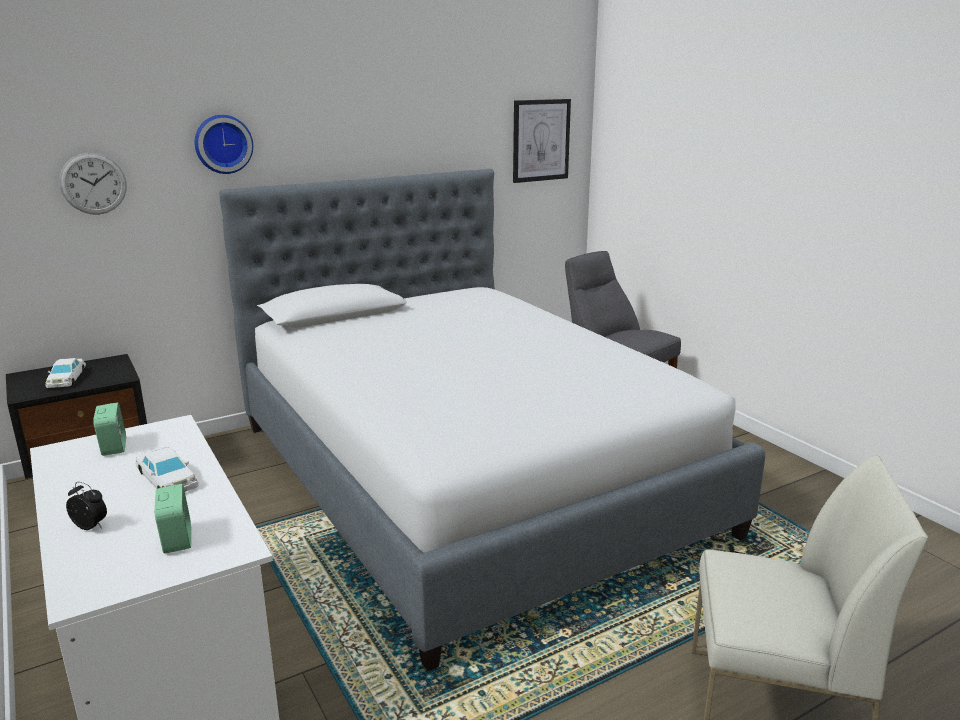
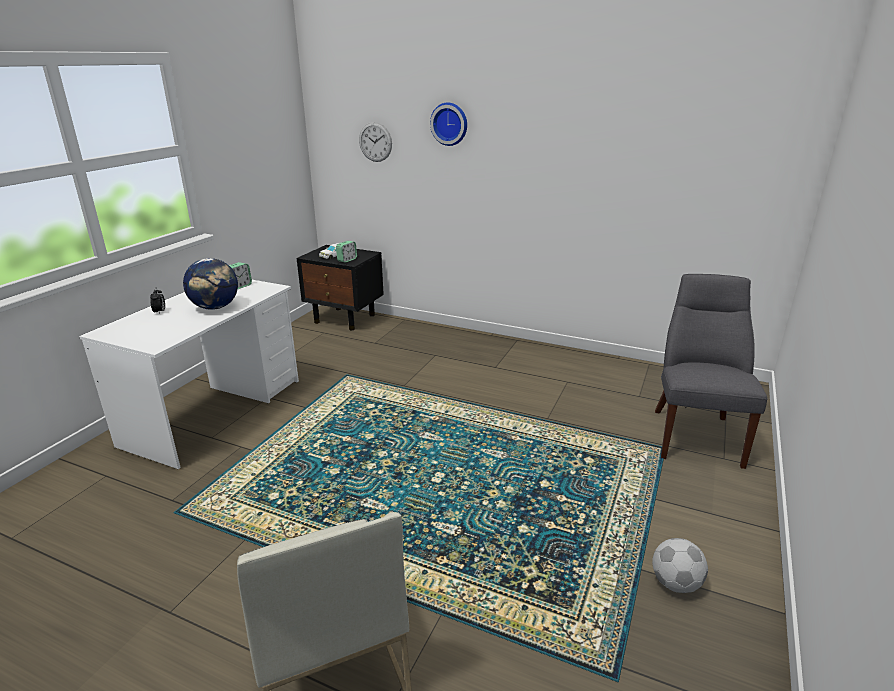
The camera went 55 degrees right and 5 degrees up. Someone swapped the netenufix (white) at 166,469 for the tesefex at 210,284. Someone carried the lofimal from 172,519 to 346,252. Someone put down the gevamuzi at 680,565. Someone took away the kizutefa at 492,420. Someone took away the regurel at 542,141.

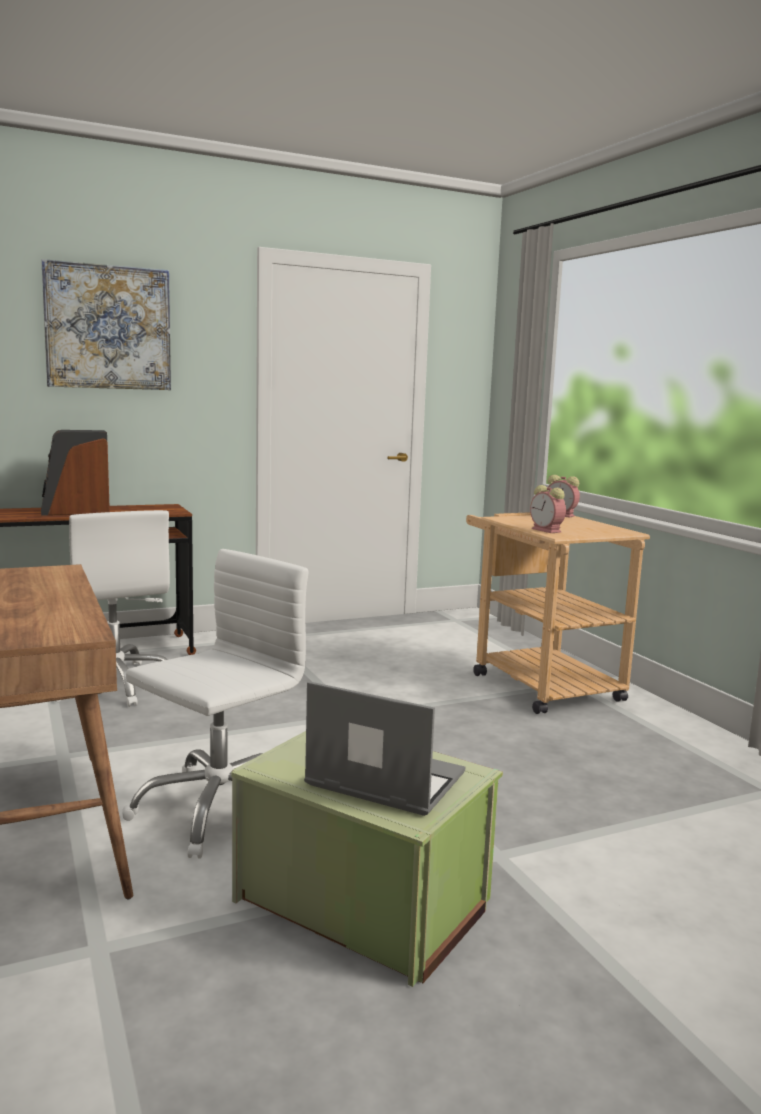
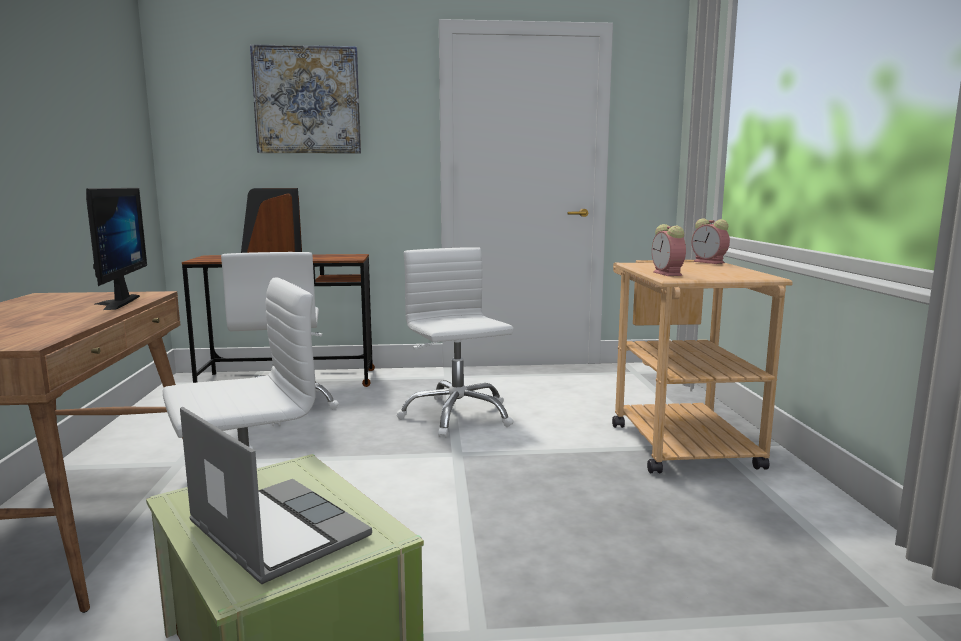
The camera went 20 degrees right and 0 degrees up. Someone put down the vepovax at 116,249. Someone put down the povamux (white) at 455,342.

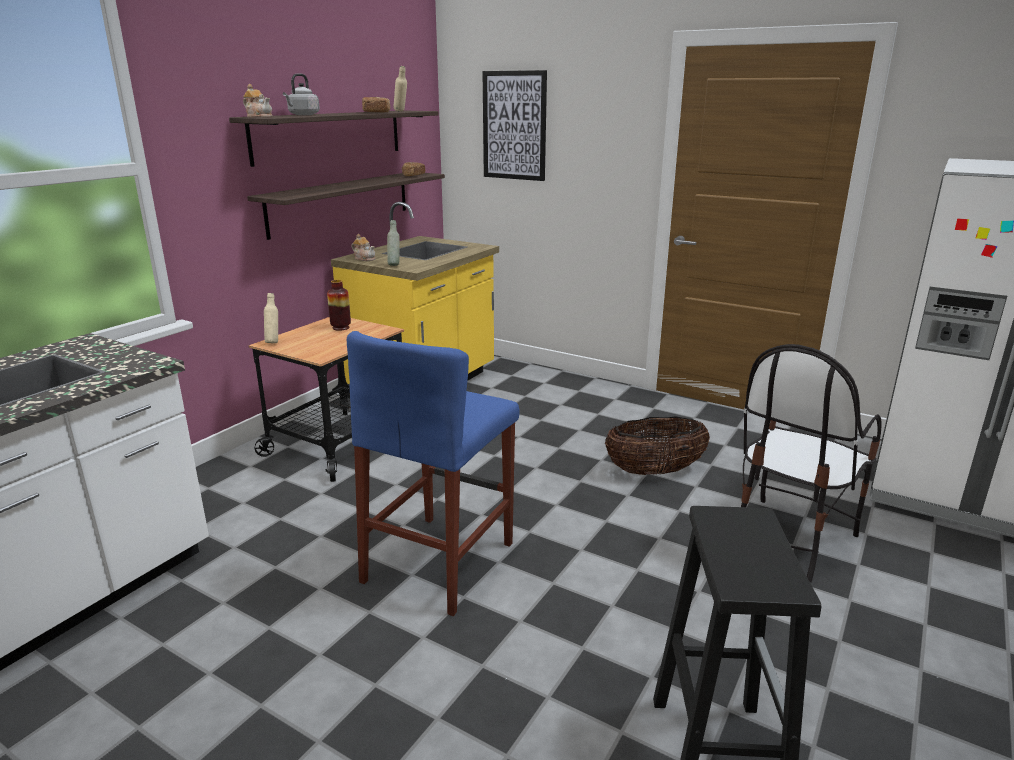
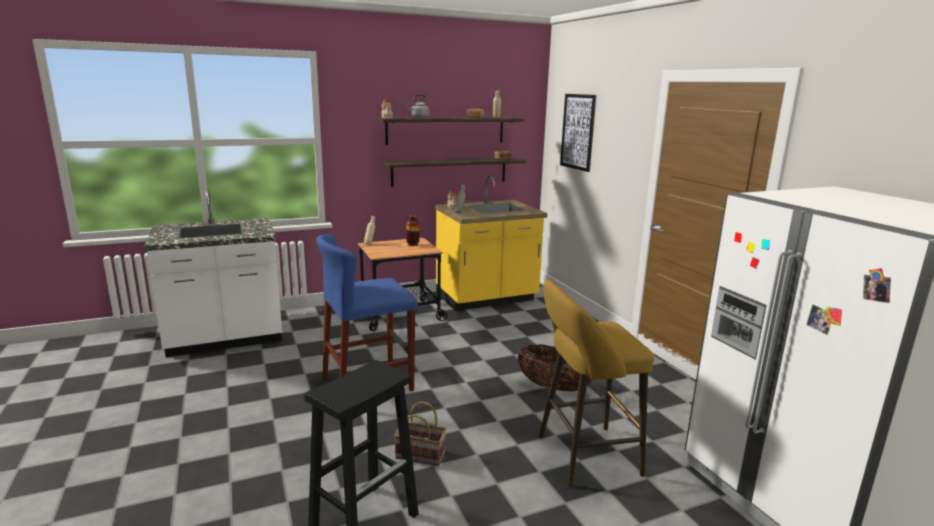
The camera went 35 degrees right and 5 degrees down. Someone put down the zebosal at 420,433. Someone swapped the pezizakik at 811,463 for the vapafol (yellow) at 596,383.

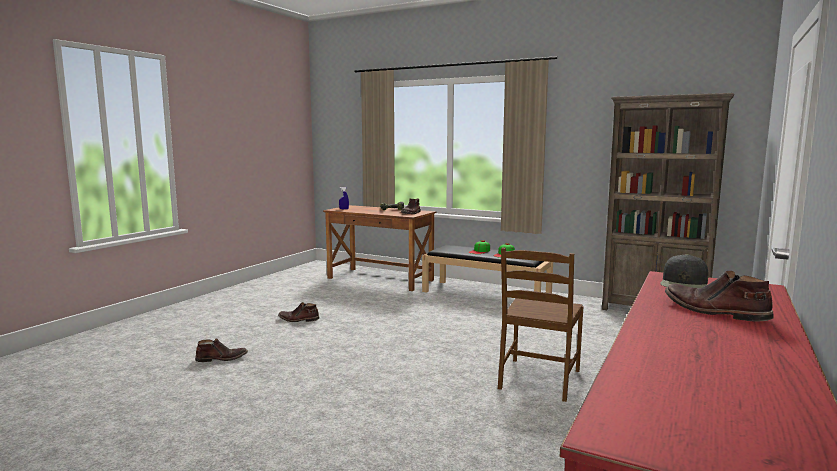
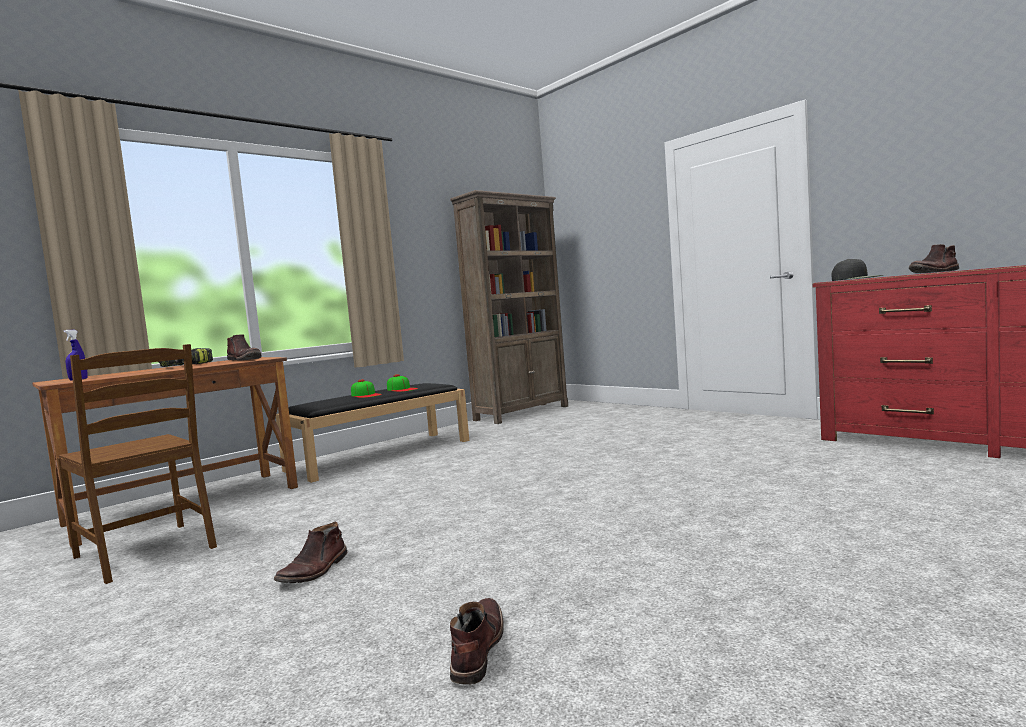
The camera went 70 degrees left and 5 degrees down. Someone carried the pezizakik (brown) from 540,325 to 137,464.

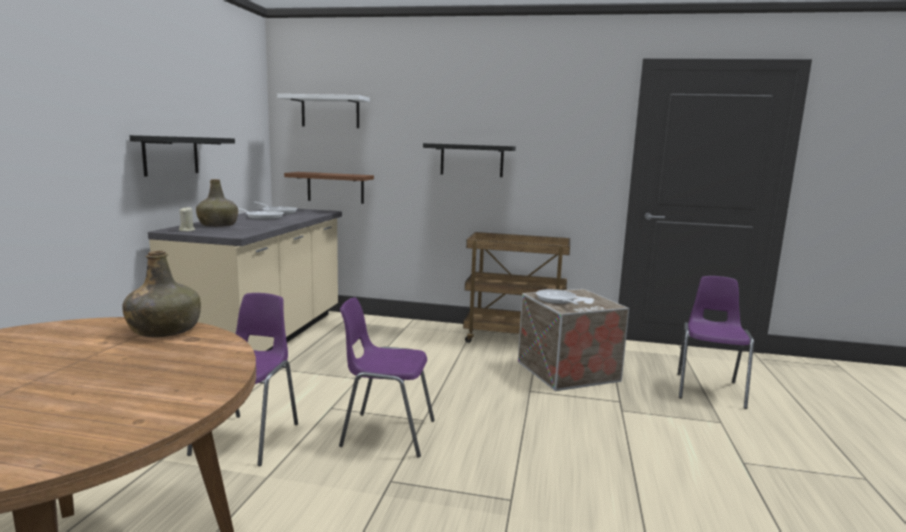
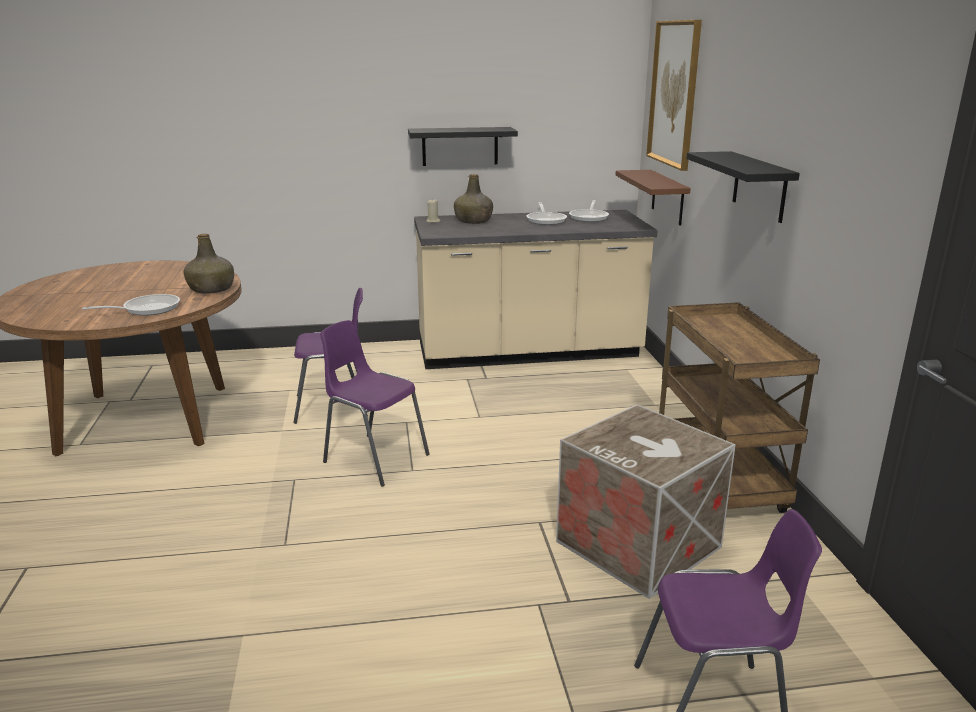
The camera went 70 degrees right and 10 degrees up. Someone carried the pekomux from 557,297 to 131,305. Someone rotated the pezizakik (purple) at 387,377 by 45 degrees counterclockwise. Someone swapped the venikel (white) at 323,111 for the regurel at 674,95.

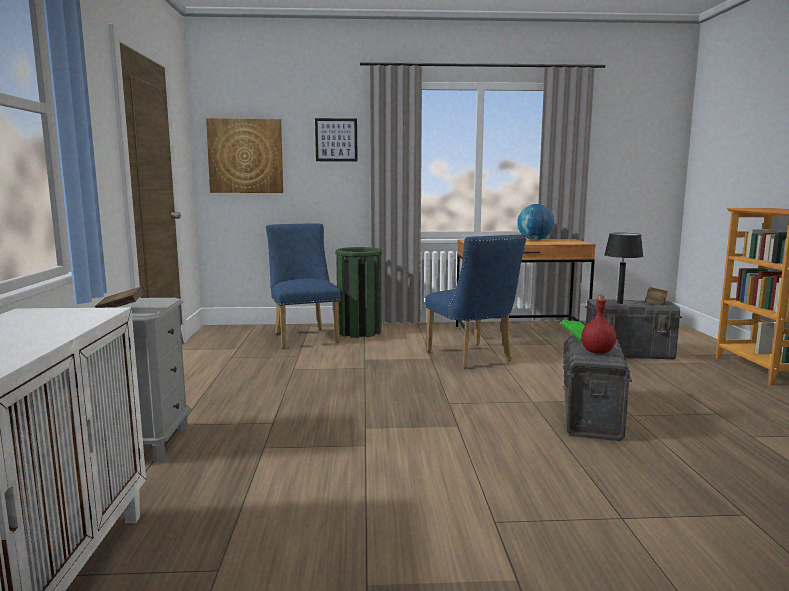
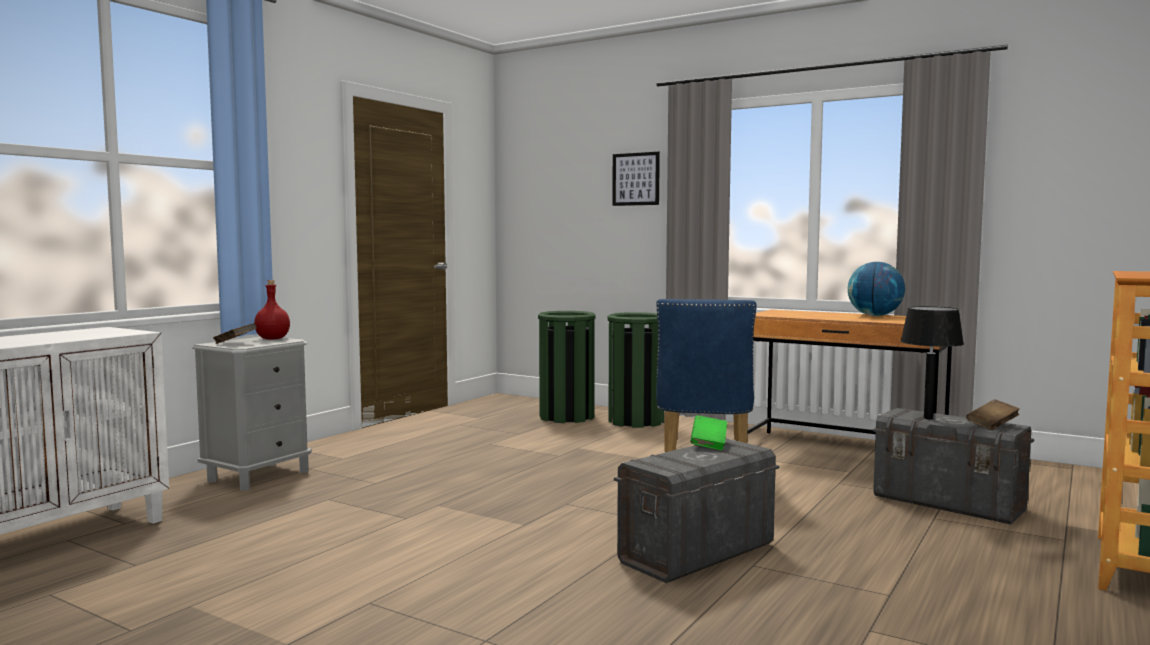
The camera went 35 degrees right and 5 degrees down. Someone carried the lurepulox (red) from 599,324 to 272,310. Someone swapped the pezizakik (blue) at 303,285 for the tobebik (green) at 567,367. Someone took away the regurel at 244,155.

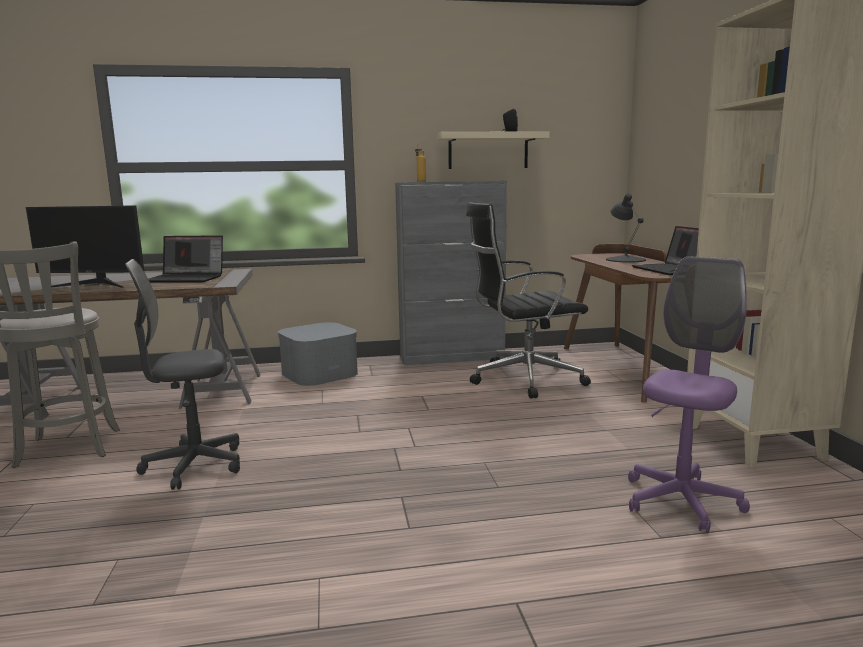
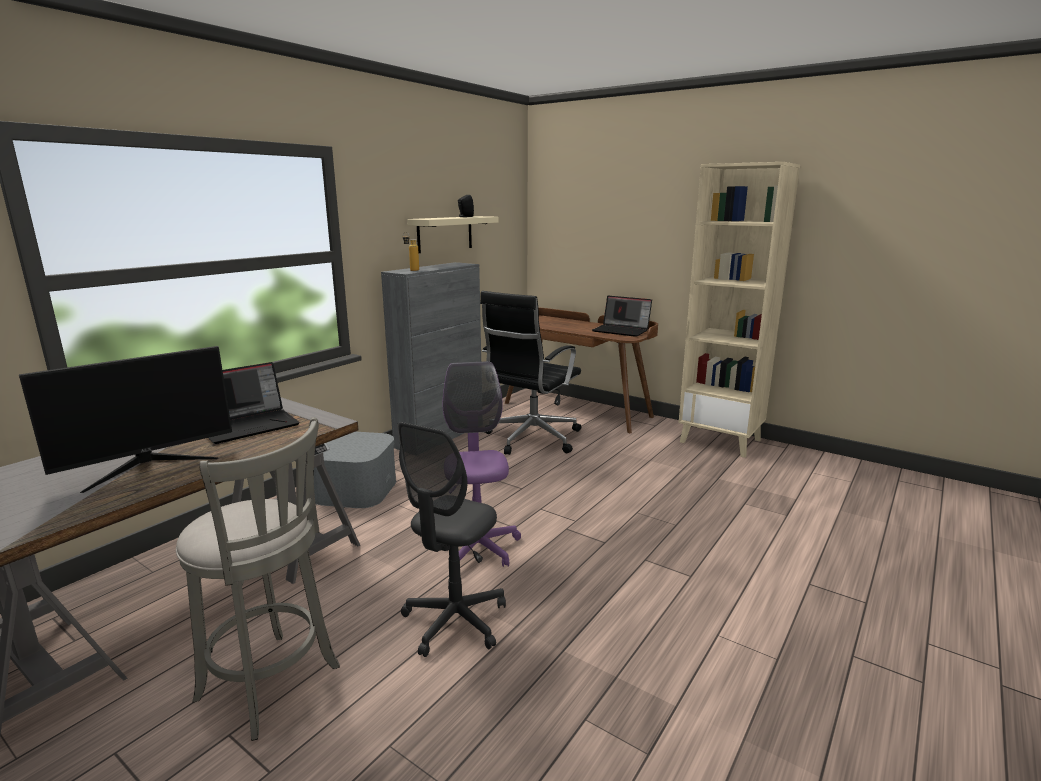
The camera went 45 degrees left and 5 degrees up. Someone carried the povamux (purple) from 689,394 to 482,464. Someone took away the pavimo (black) at 626,228.

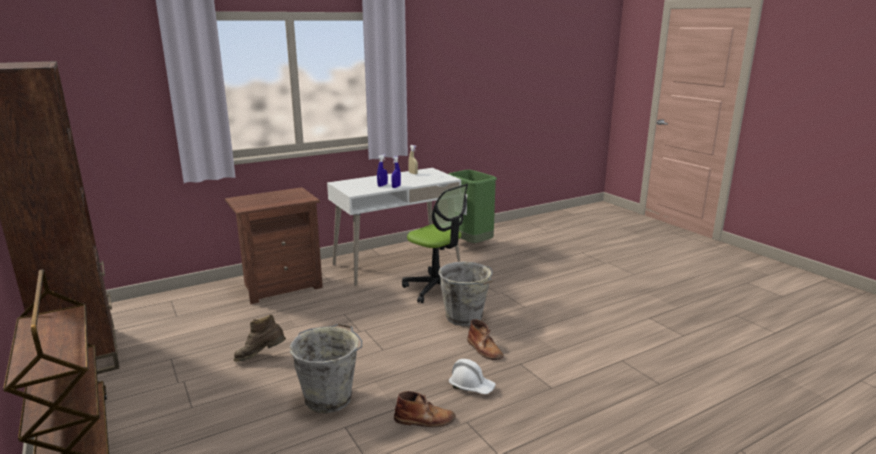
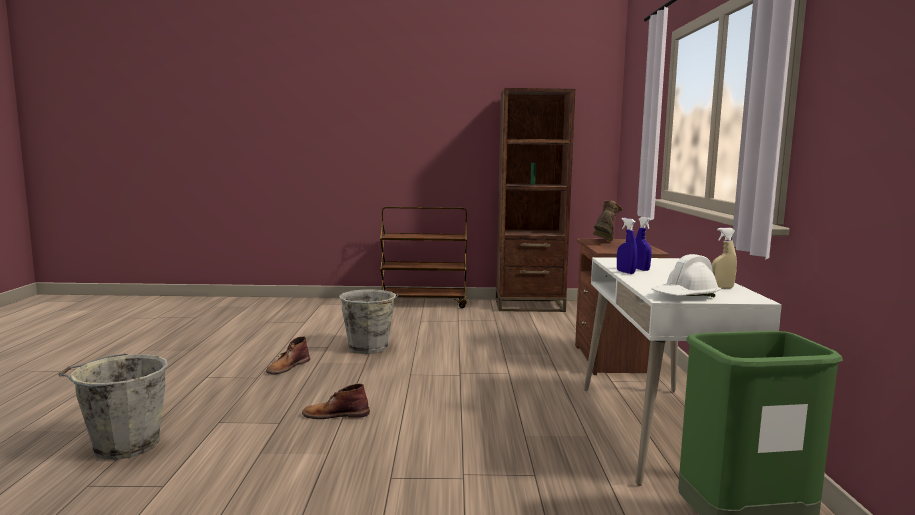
The camera went 120 degrees right and 10 degrees down. Someone carried the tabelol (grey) from 465,293 to 113,407. Someone carried the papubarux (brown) from 260,338 to 608,220. Someone carried the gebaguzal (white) from 472,376 to 686,275. Someone took away the povamux at 435,243.

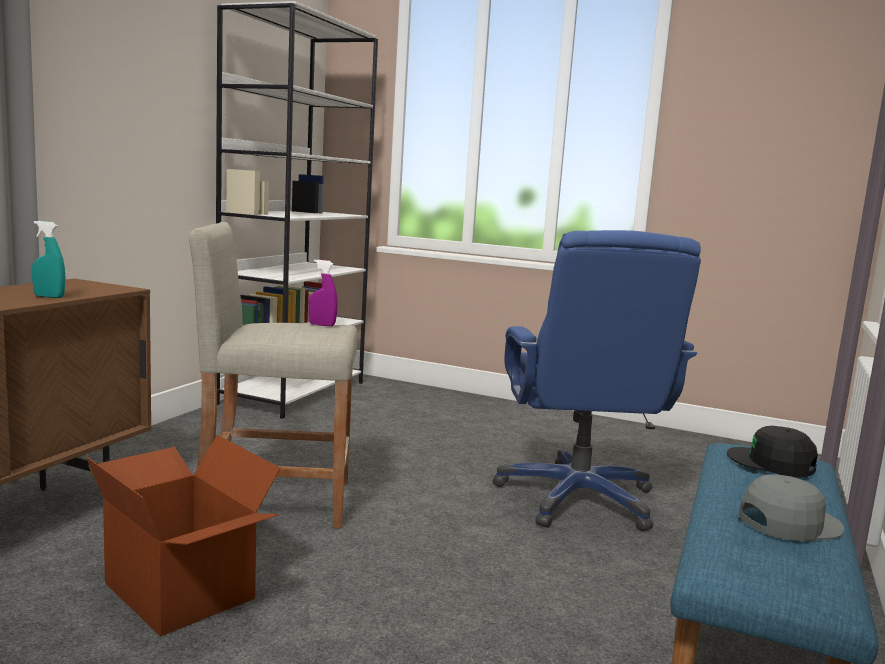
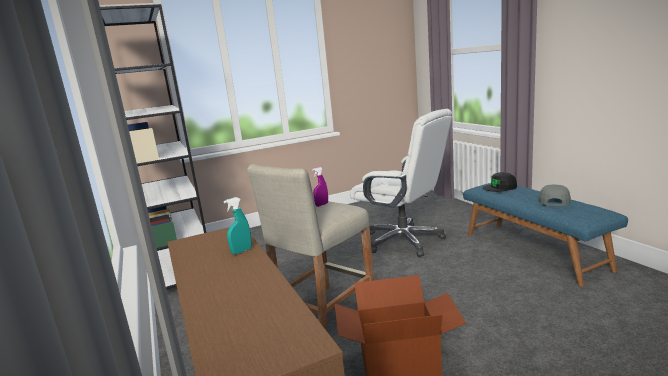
The camera went 45 degrees left and 5 degrees up. Someone repainted the povamux (blue) at 597,380, which became the povamux (white) at 401,183.

